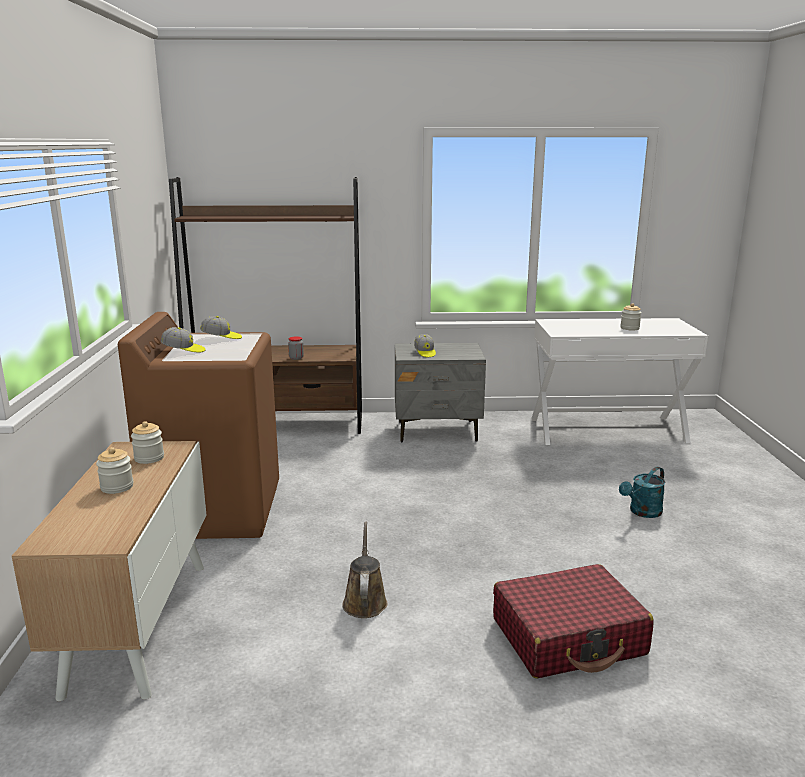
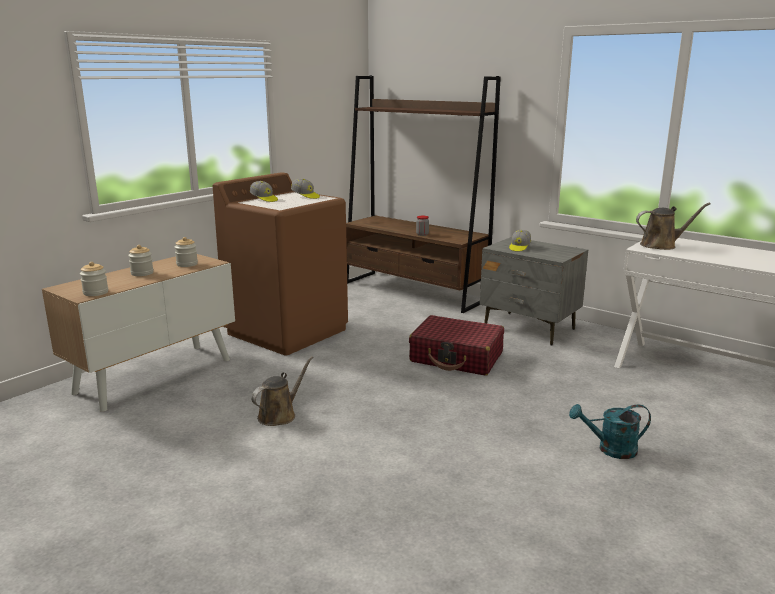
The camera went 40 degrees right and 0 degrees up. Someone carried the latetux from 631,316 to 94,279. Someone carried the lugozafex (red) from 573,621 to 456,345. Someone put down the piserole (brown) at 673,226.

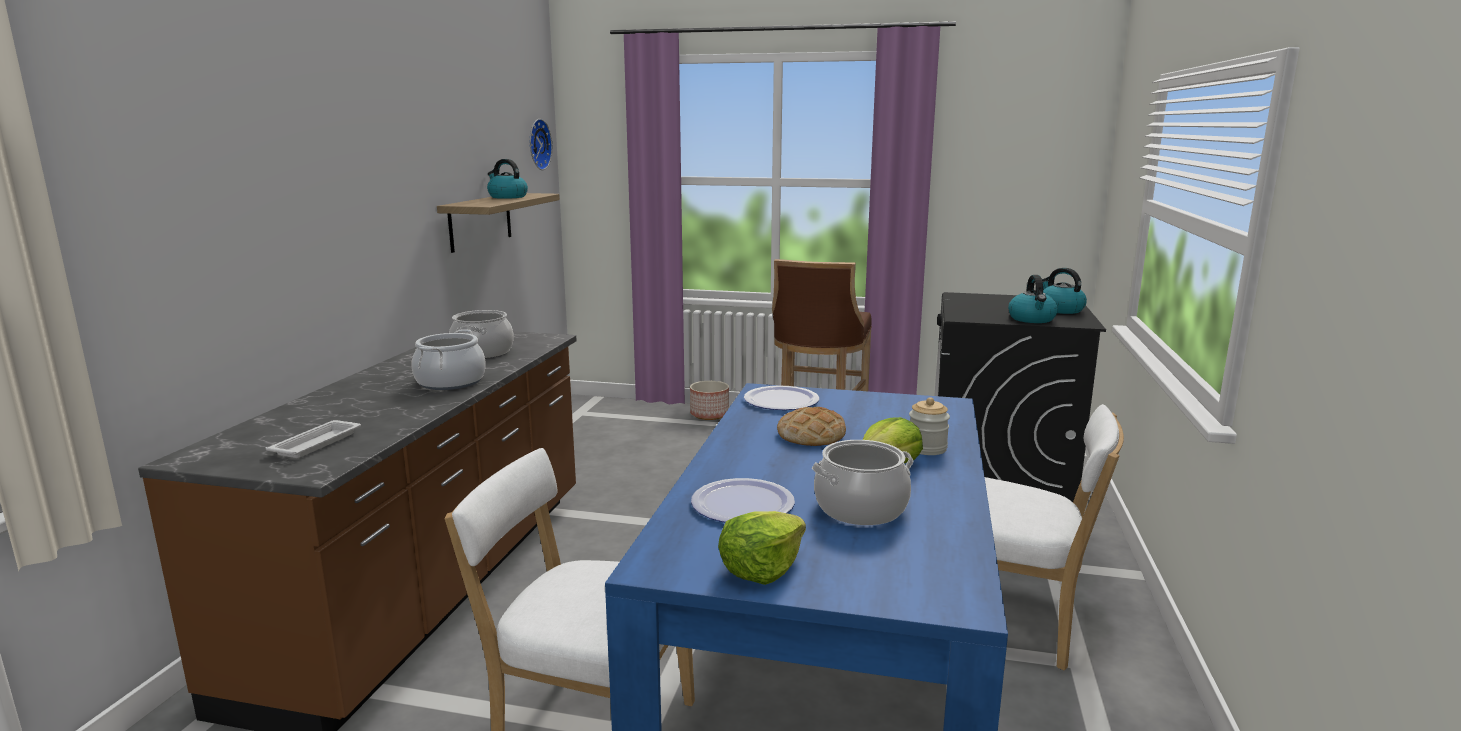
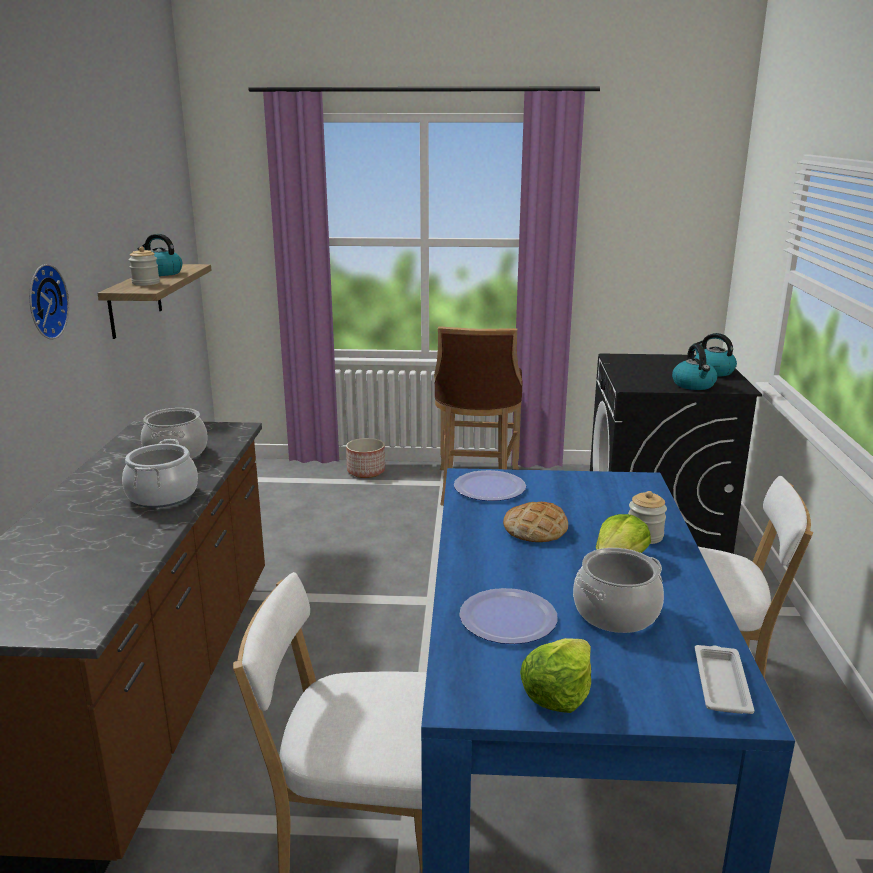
The camera went 10 degrees left and 5 degrees up. Someone carried the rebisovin from 541,144 to 49,301. Someone put down the latetux at 144,266. Someone carried the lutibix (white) from 313,439 to 725,679.

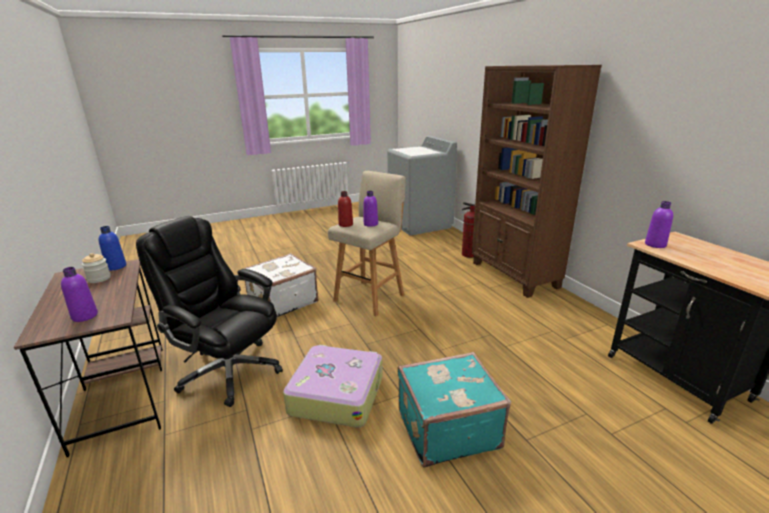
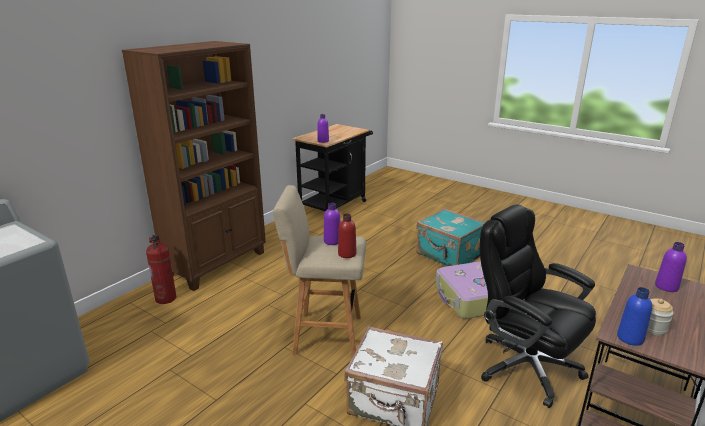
The camera went 120 degrees left and 0 degrees up. Someone rotated the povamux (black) at 209,311 by 135 degrees clockwise.

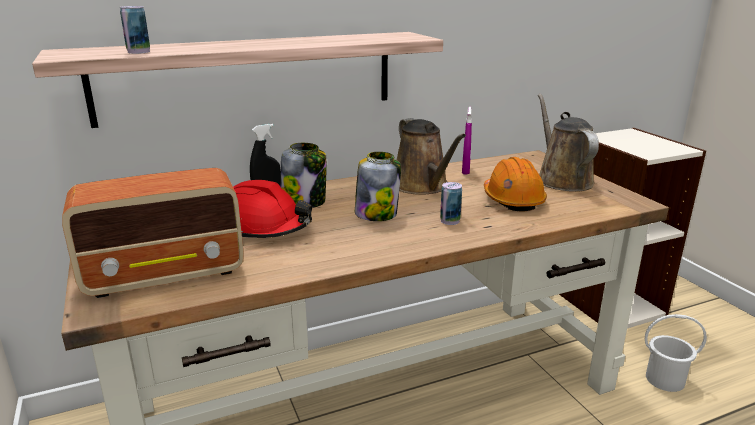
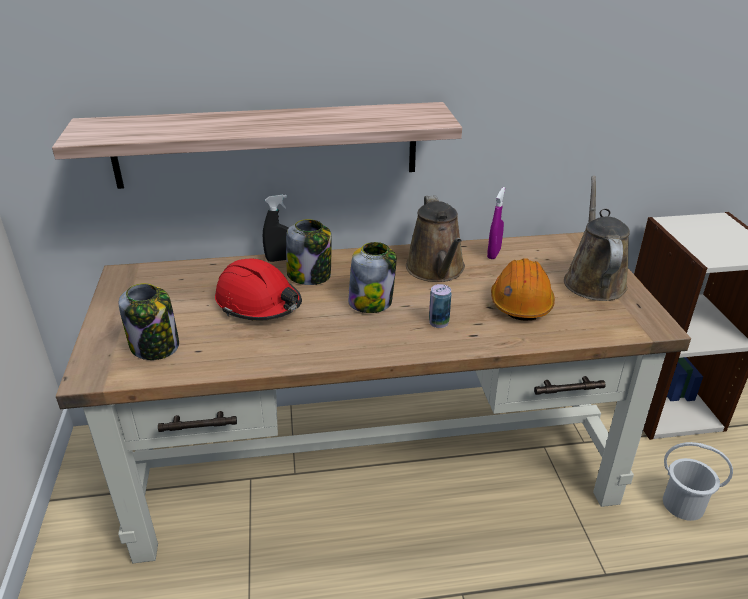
The camera went 15 degrees right and 10 degrees up. Someone swapped the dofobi at 153,233 for the latetux at 148,321. Someone took away the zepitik at 135,30.

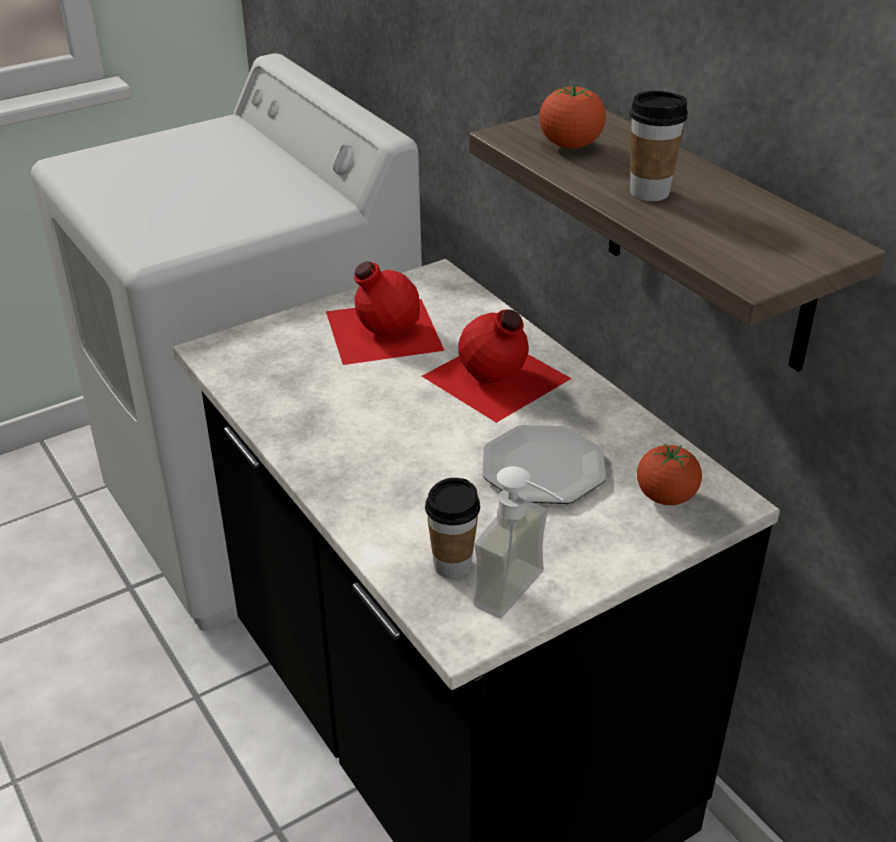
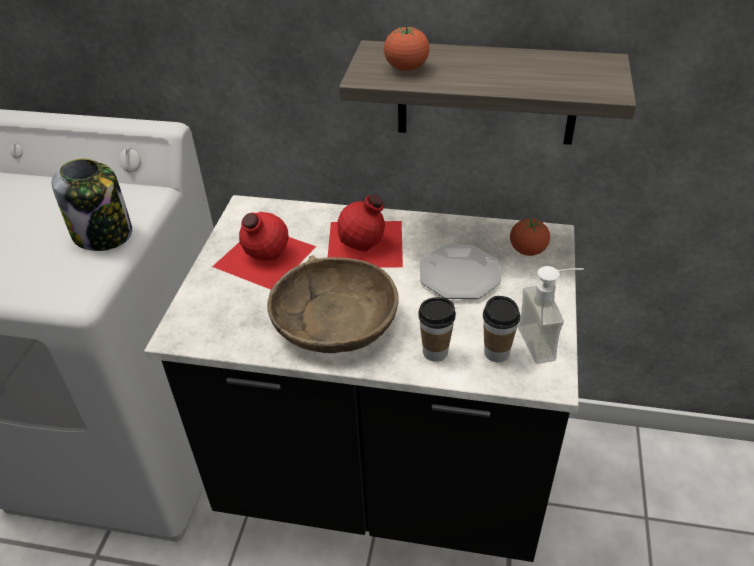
The camera went 45 degrees left and 5 degrees up. Someone put down the latetux at 91,205. Someone put down the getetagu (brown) at 333,304. Someone carried the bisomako from 658,146 to 437,329.

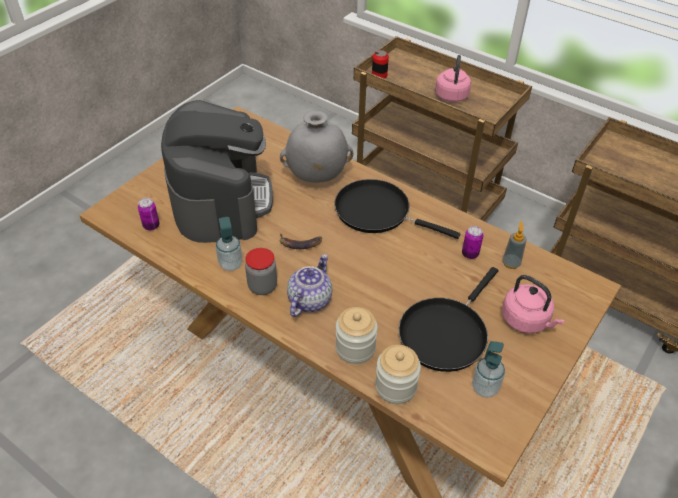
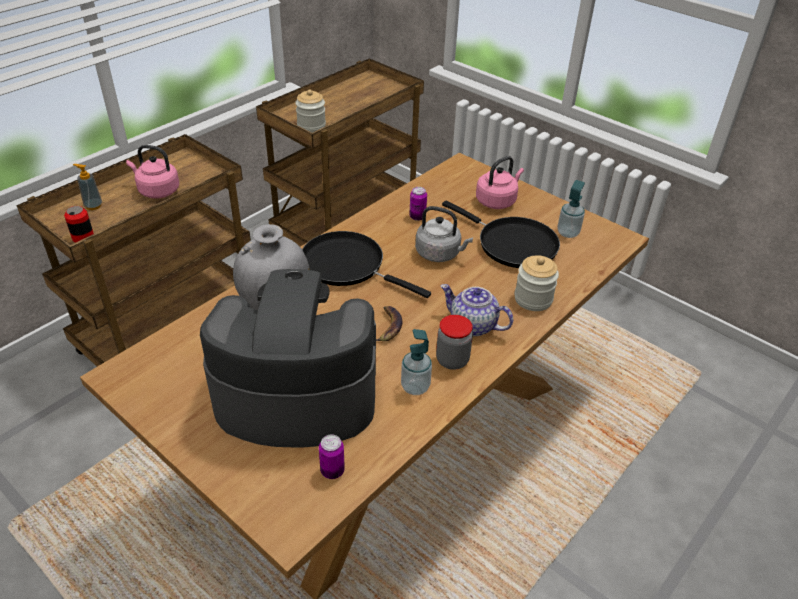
The camera went 85 degrees left and 5 degrees down. Someone carried the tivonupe from 514,245 to 87,187. Someone carried the latetux from 398,374 to 310,111. Someone rotated the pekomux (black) at 397,209 by 90 degrees clockwise. Someone put down the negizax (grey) at 444,234.

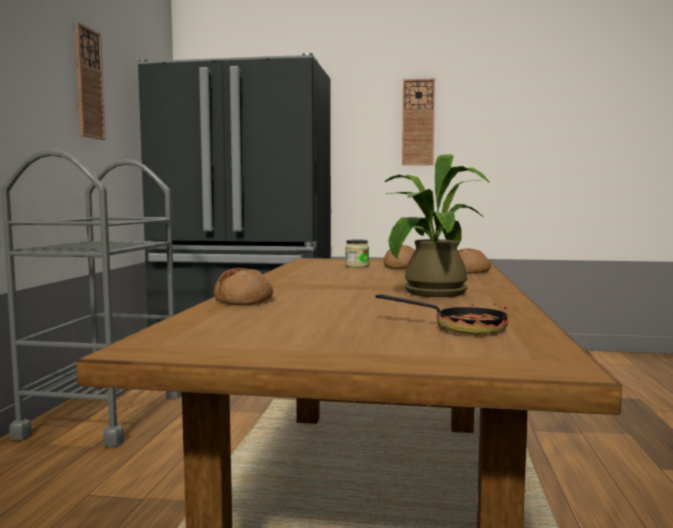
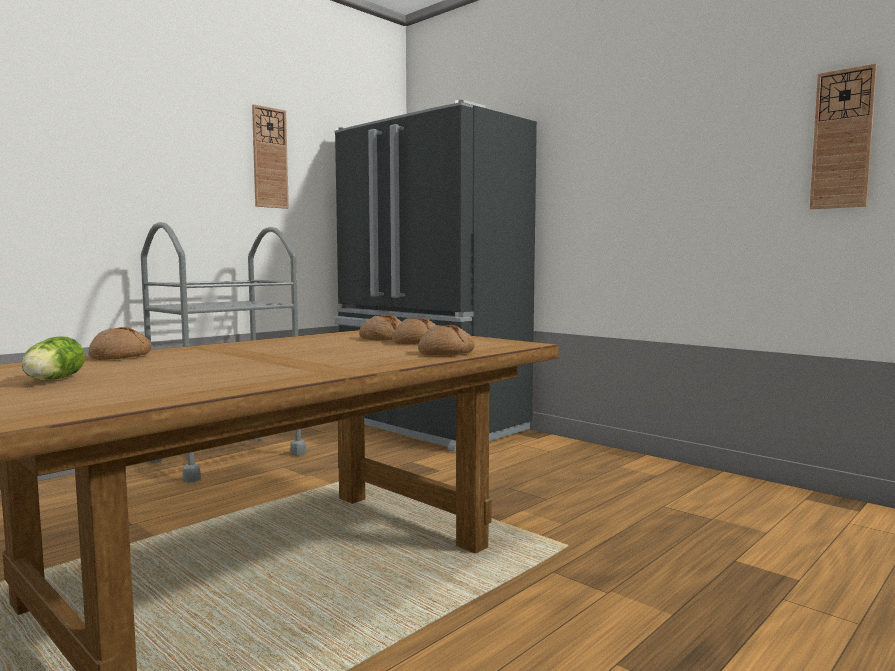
The camera went 35 degrees right and 0 degrees up. Someone put down the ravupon at 53,359. Someone swapped the latetux at 357,253 for the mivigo at 380,327. Someone carried the rebisovin from 418,121 to 843,136. Someone took away the pekomux at 442,314. Someone took away the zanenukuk at 437,225.

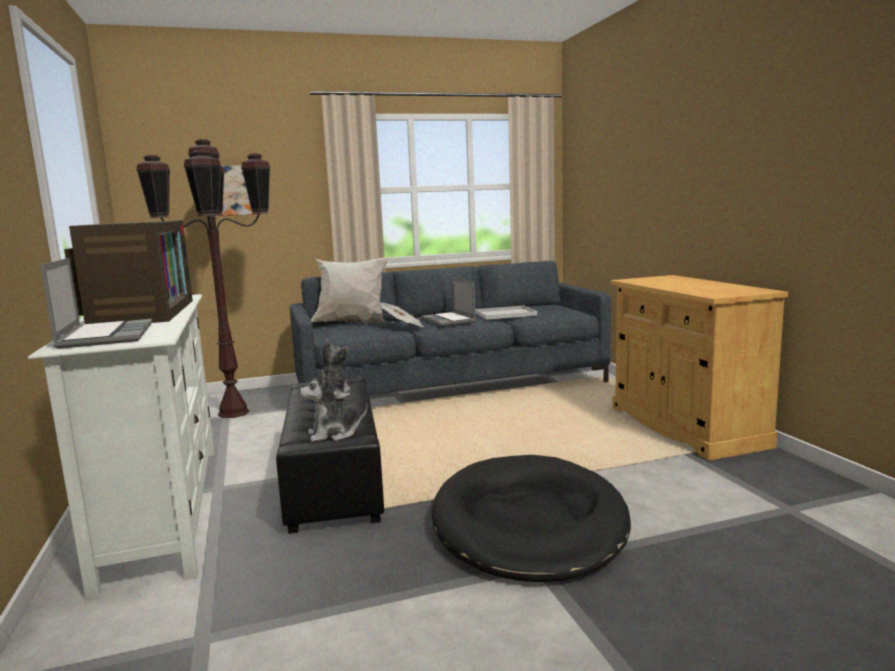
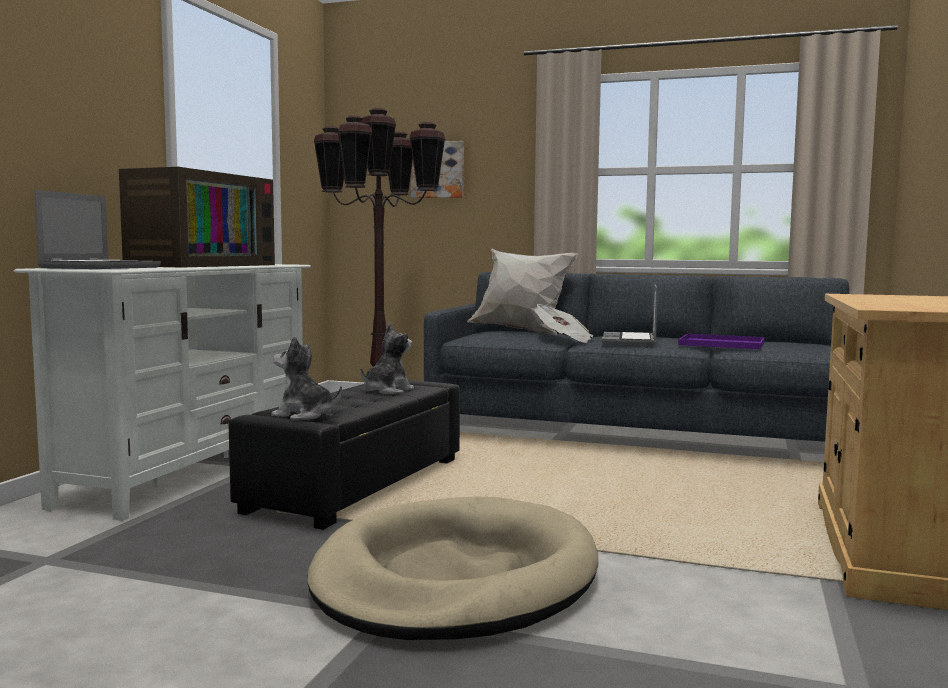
The camera went 35 degrees right and 5 degrees down. Someone repainted the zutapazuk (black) at 531,518, which became the zutapazuk (beige) at 452,568. Someone repainted the lutibix (white) at 506,313, which became the lutibix (purple) at 721,341.

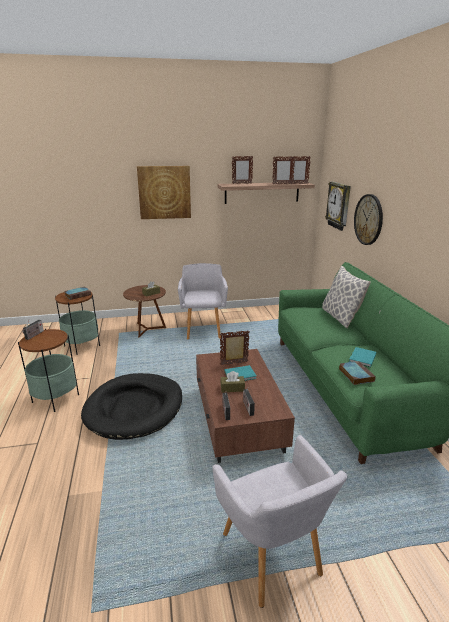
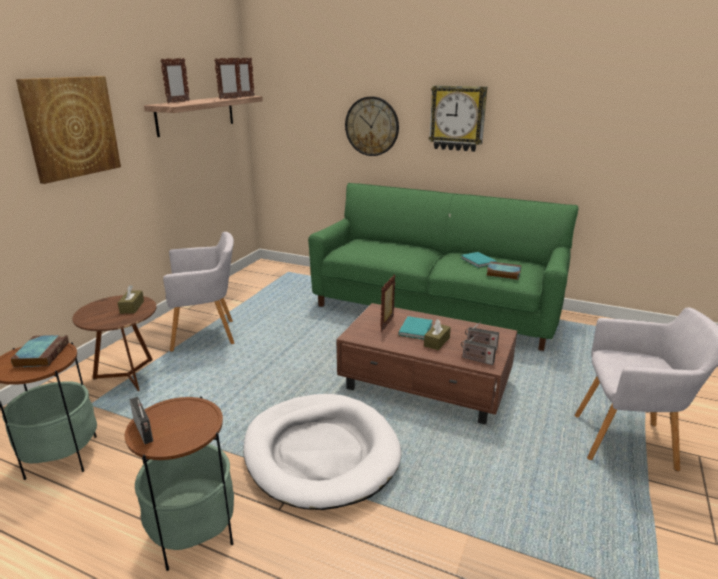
The camera went 55 degrees left and 0 degrees up. Someone rotated the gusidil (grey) at 203,301 by 135 degrees clockwise. Someone repainted the zutapazuk (black) at 131,406, which became the zutapazuk (white) at 322,452. Someone carried the rebisovin from 338,206 to 458,118. Someone took away the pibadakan at 346,297.

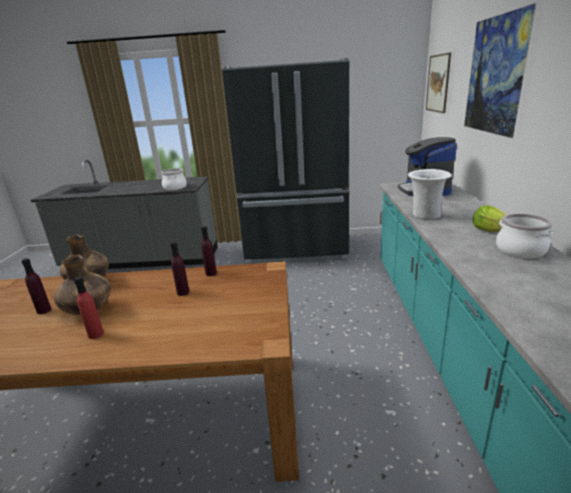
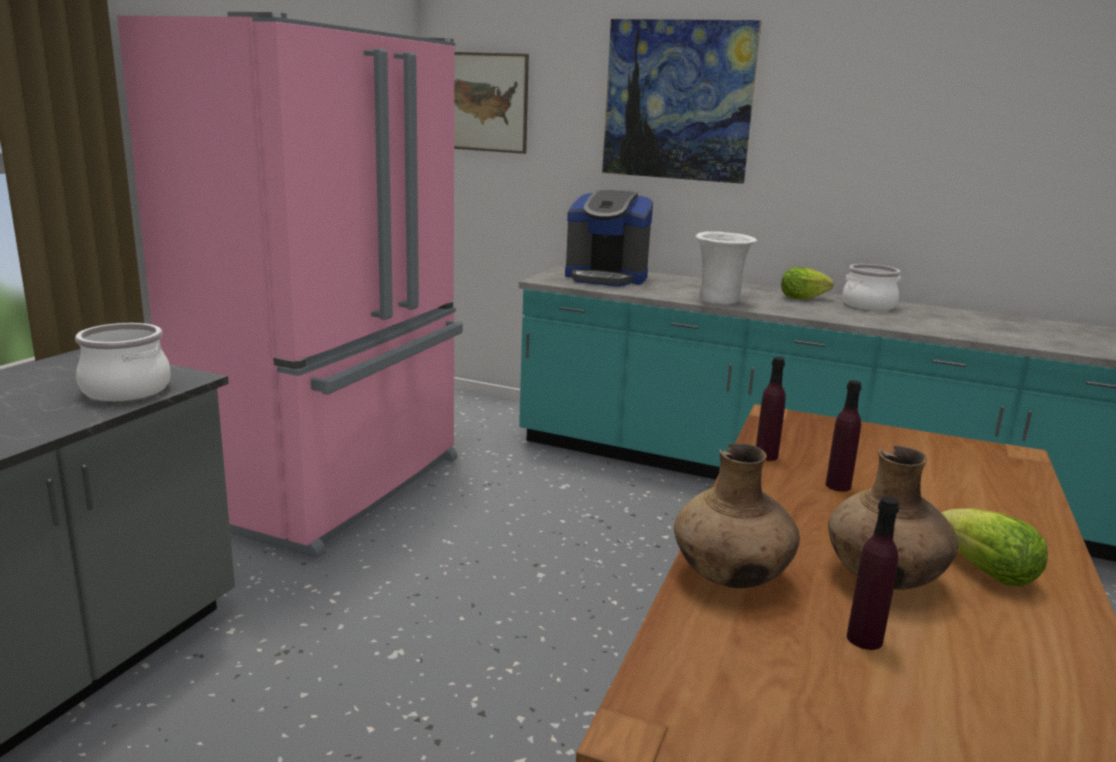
The camera went 70 degrees left and 5 degrees down. Someone repainted the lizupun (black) at 286,161, which became the lizupun (pink) at 290,285. Someone swapped the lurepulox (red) at 89,308 for the ravupon at 994,547.

